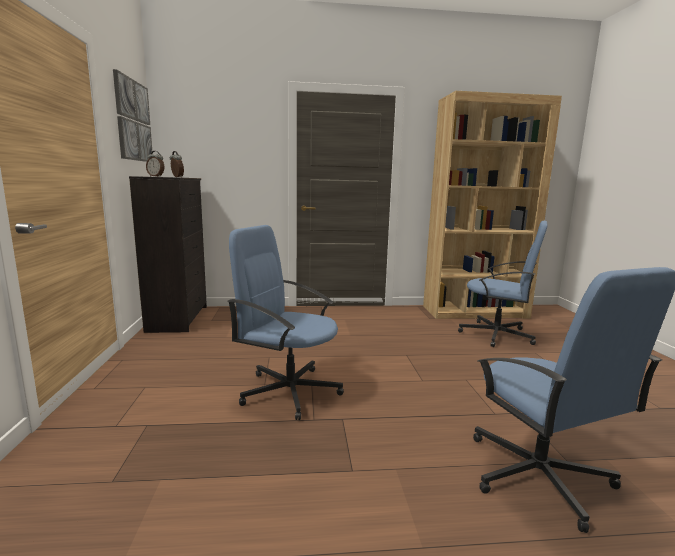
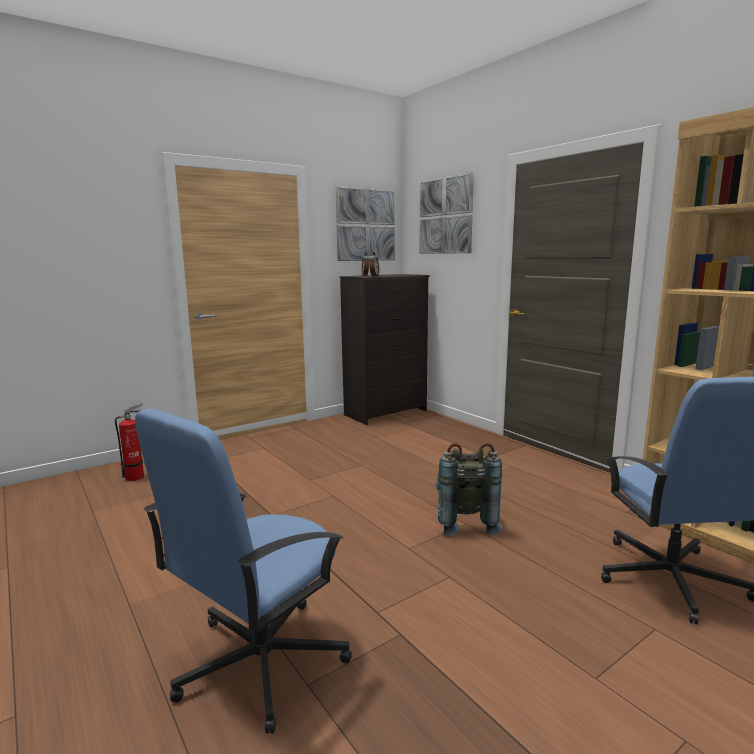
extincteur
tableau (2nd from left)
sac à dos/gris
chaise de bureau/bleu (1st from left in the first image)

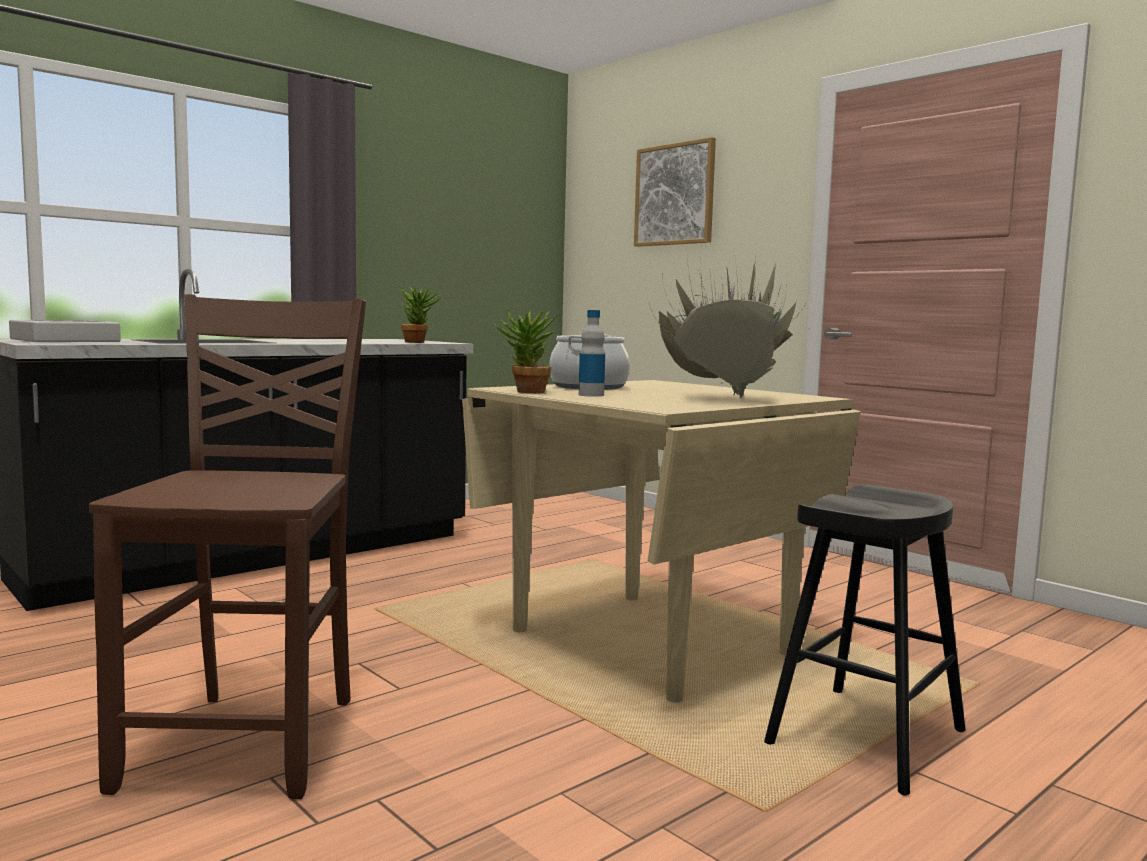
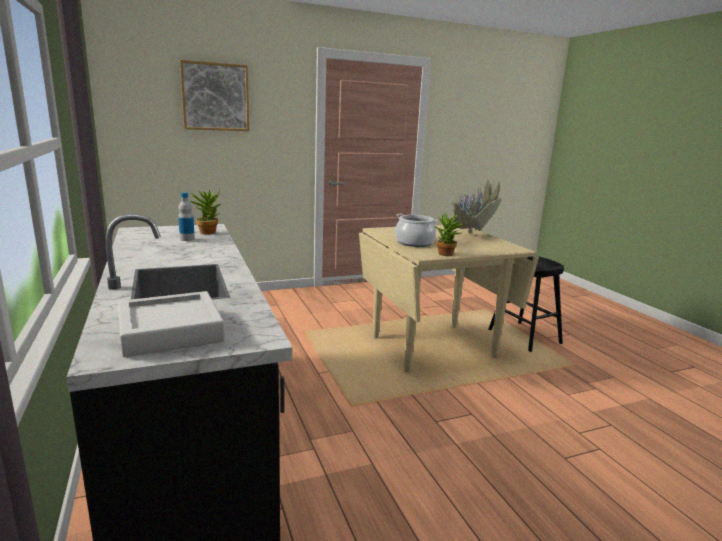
bouteille
chaise/marron

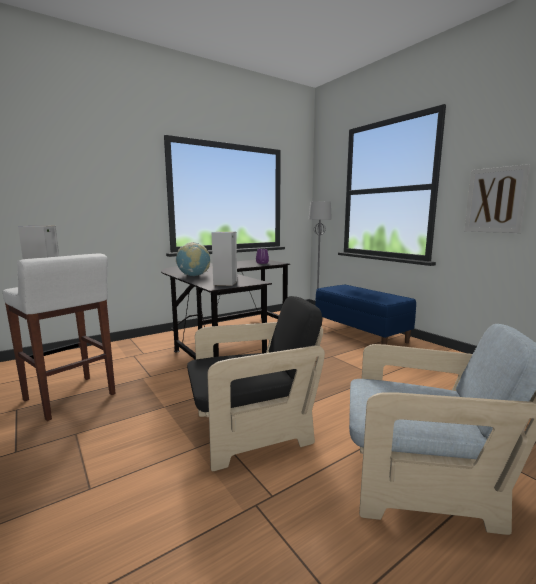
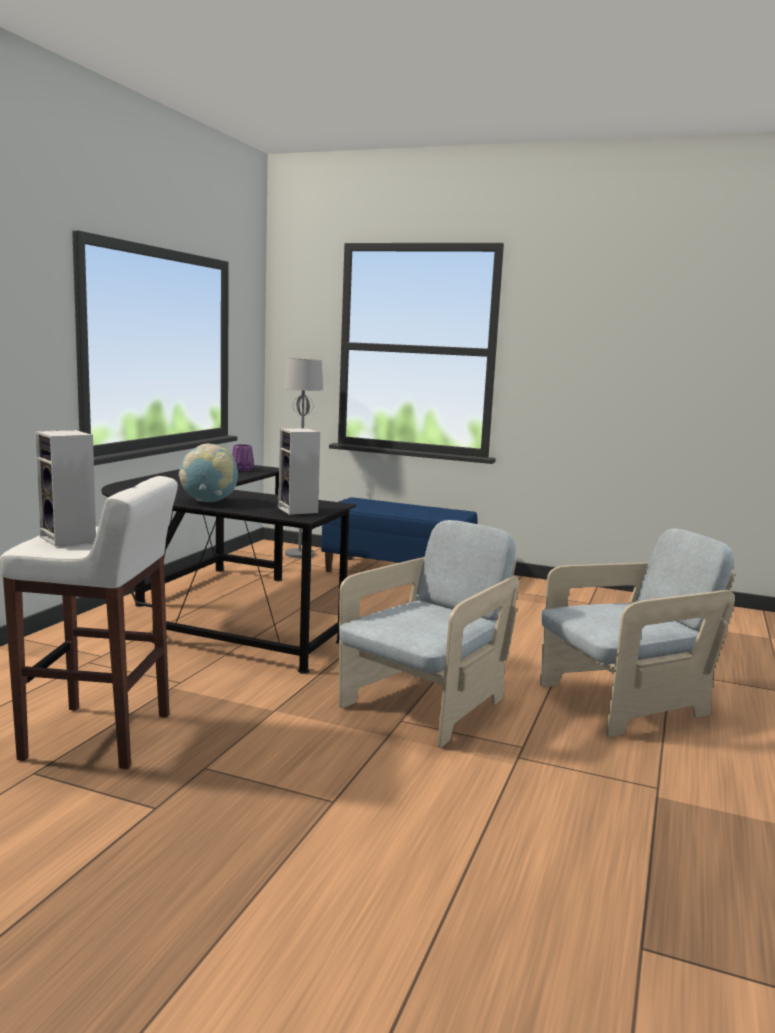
fauteuil/beige (1st from left)
tableau

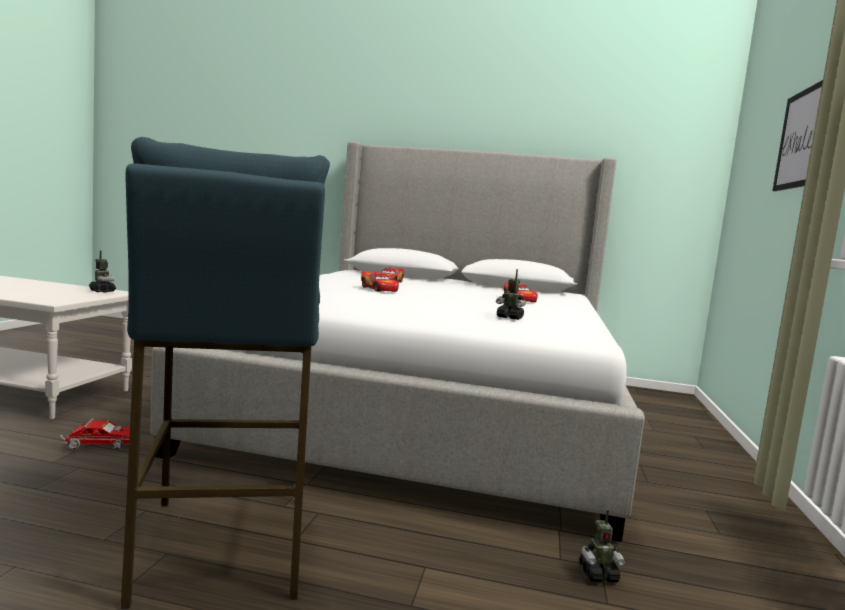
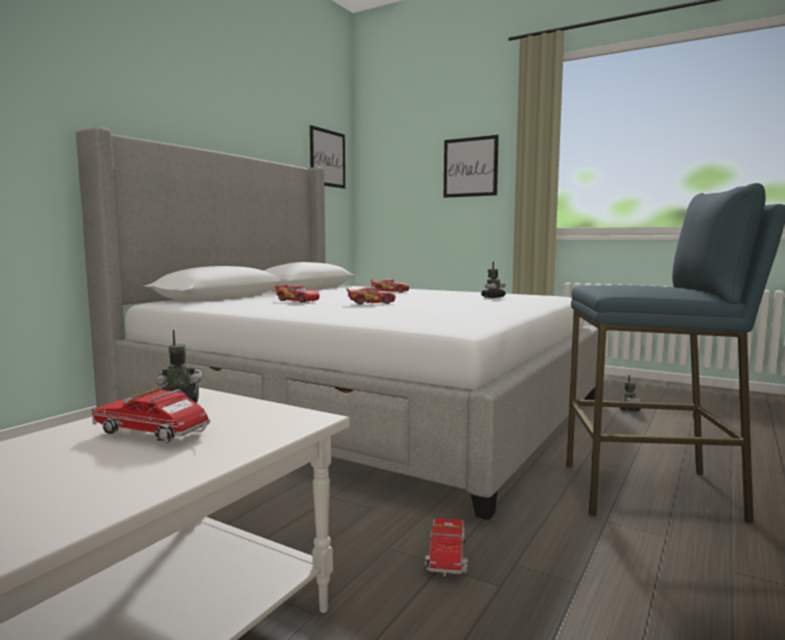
camion jouet (1st from left)
tableau (1st from left)

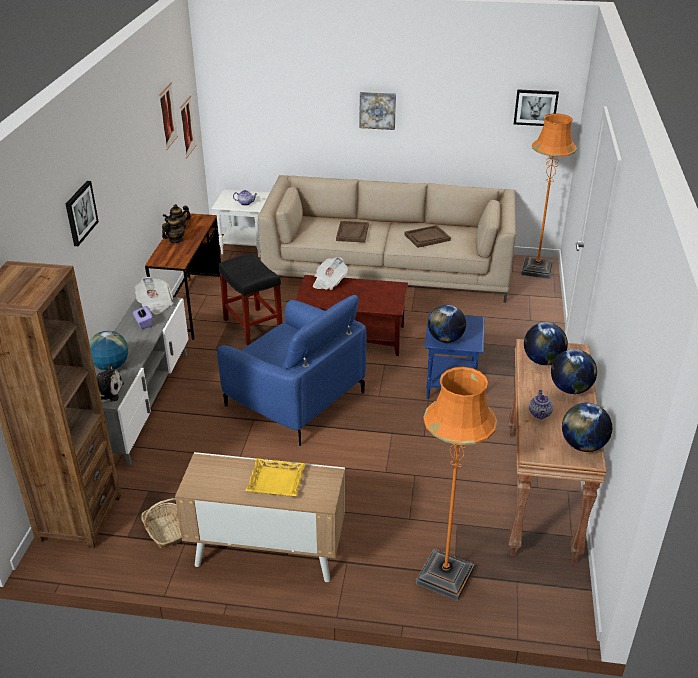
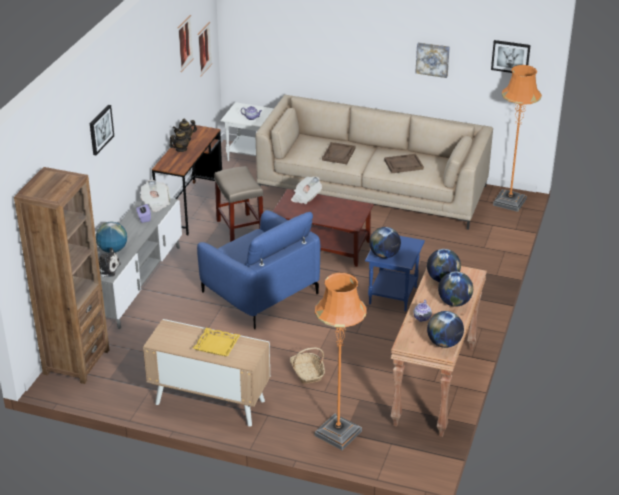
tabouret/beige
panier
tableau (4th from left)

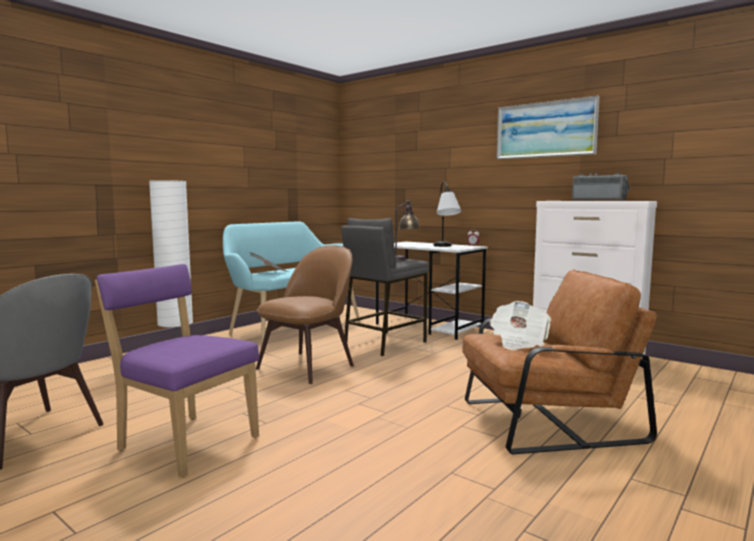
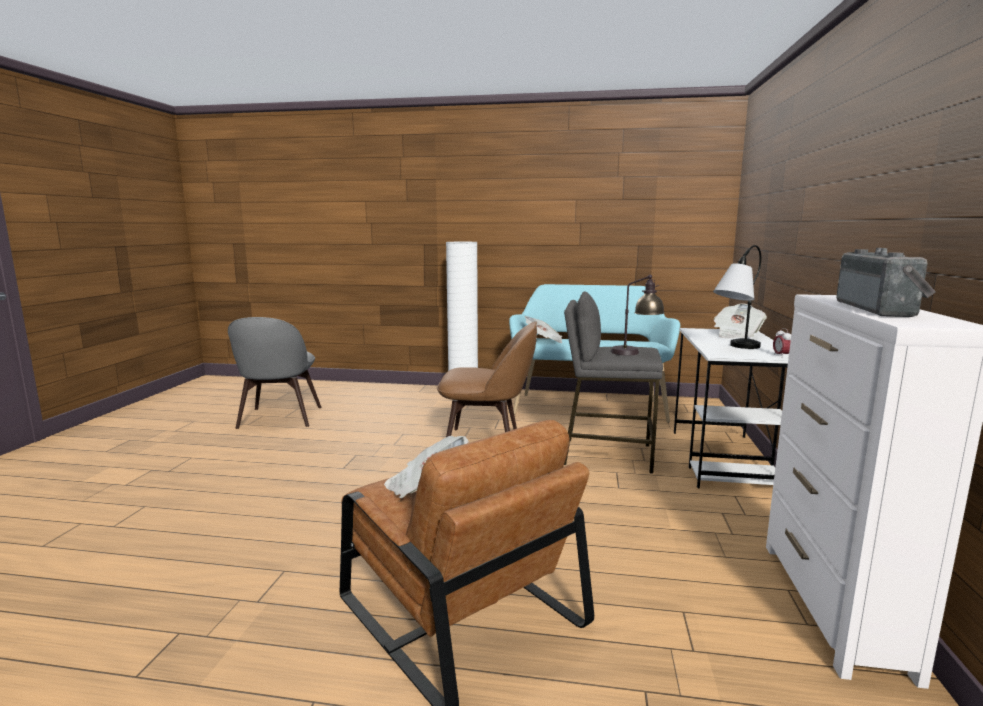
journal (3rd from left)
chaise/violet
tableau

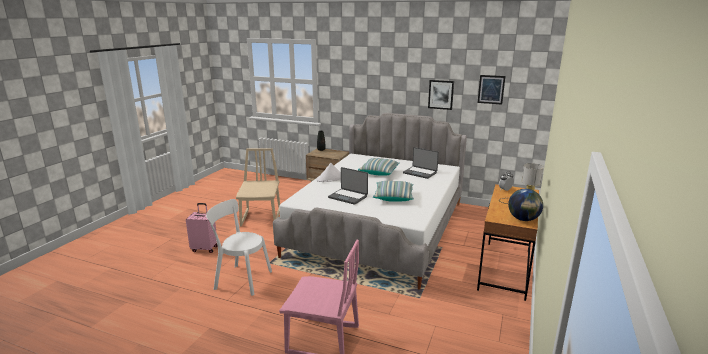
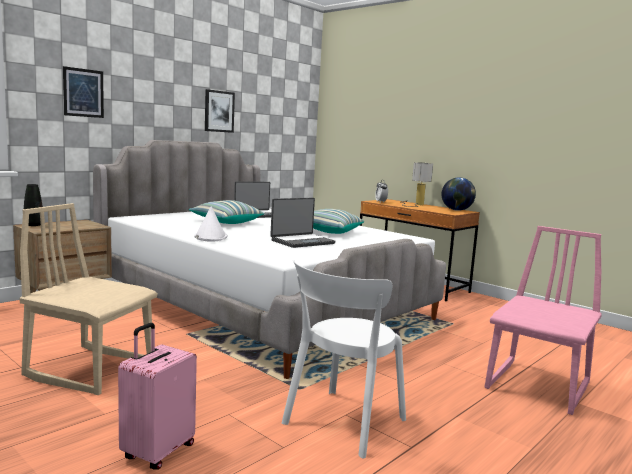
tableau (1st from left)

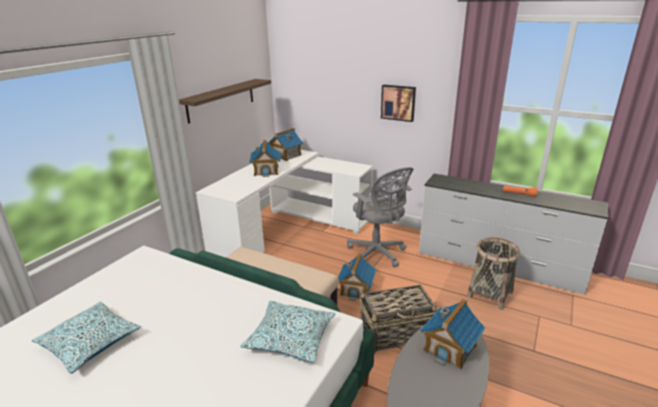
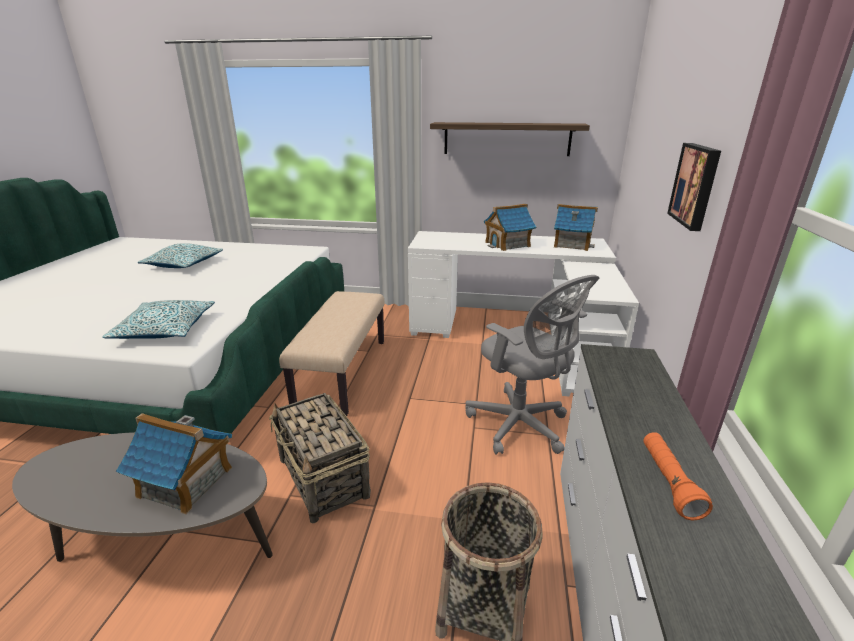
chaise de bureau/gris
maison miniature (3rd from left in the first image)

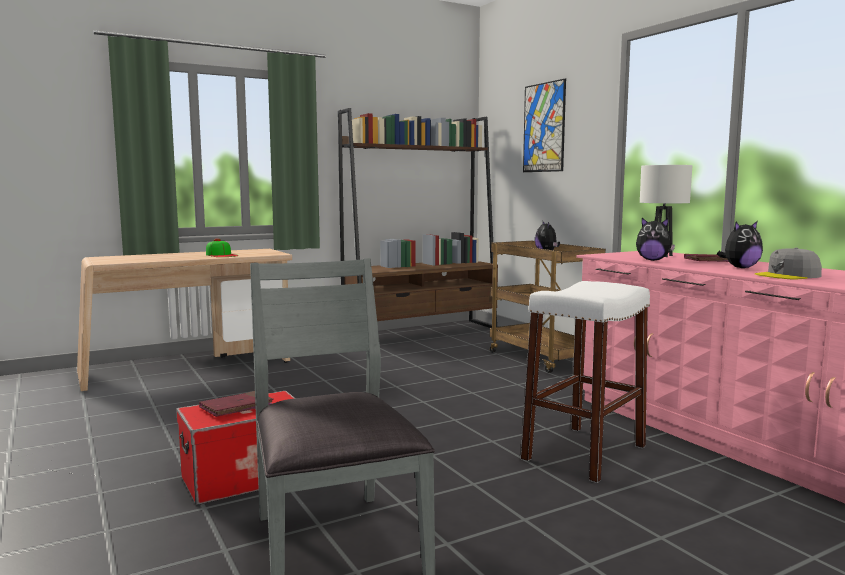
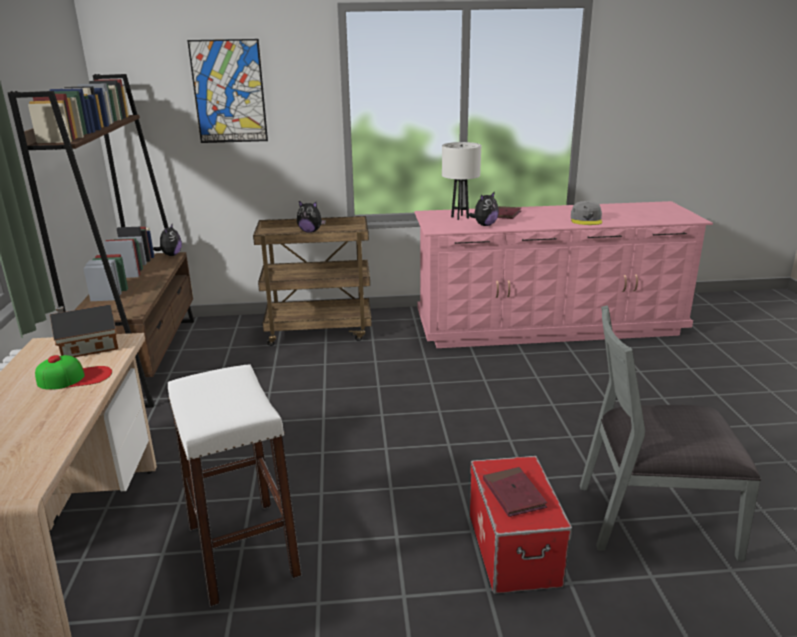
maison miniature
peluche (1st from left)
tabouret/blanc

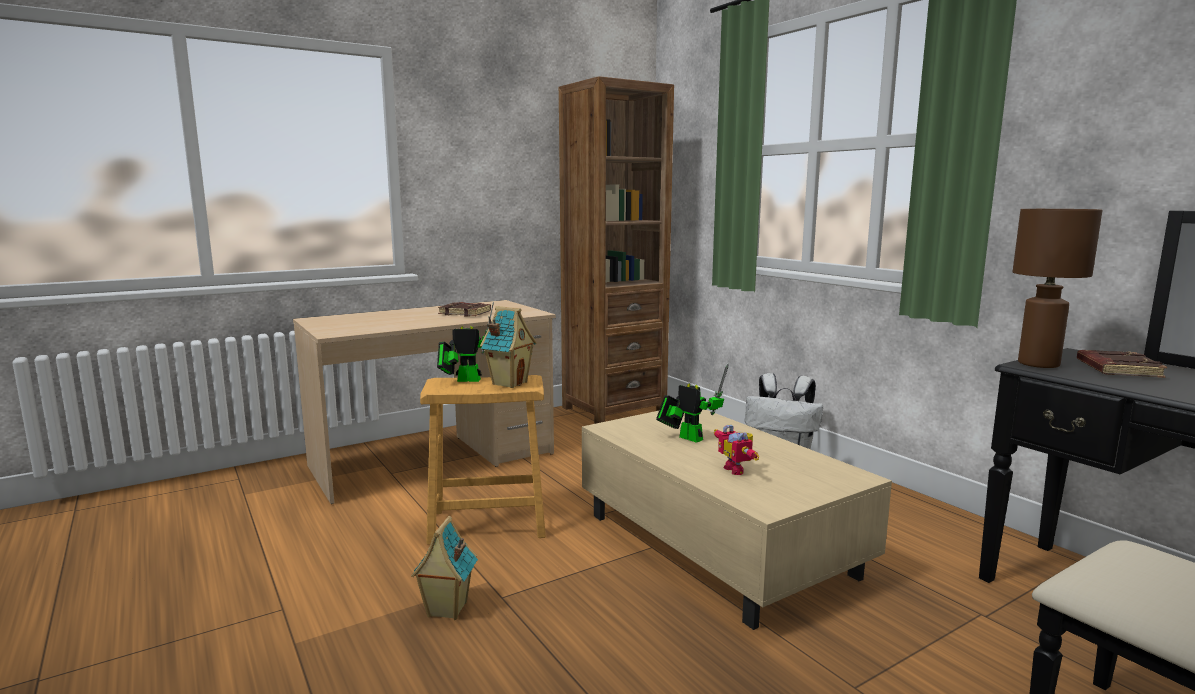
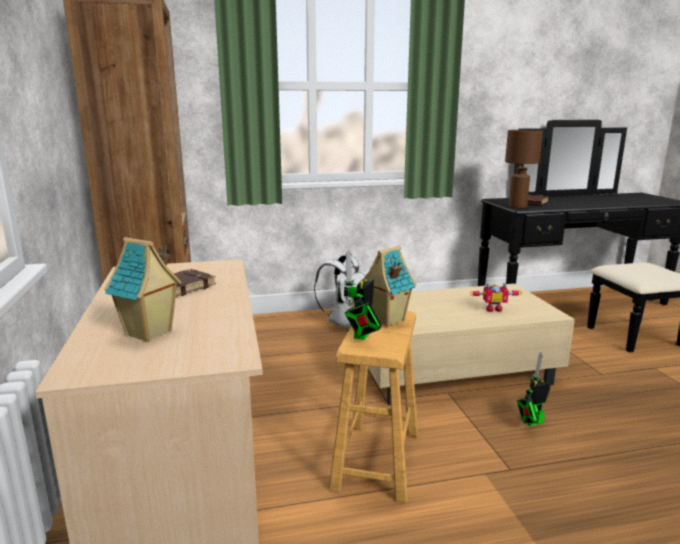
maison miniature (1st from left)
robot jouet (3rd from left)

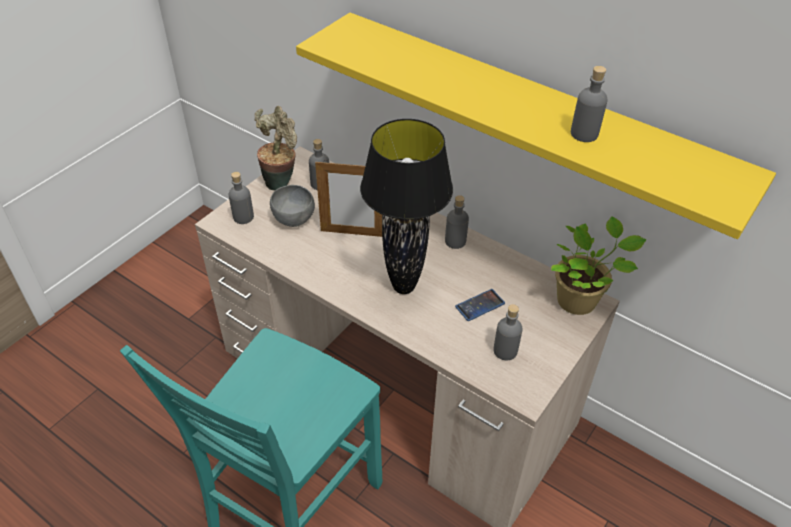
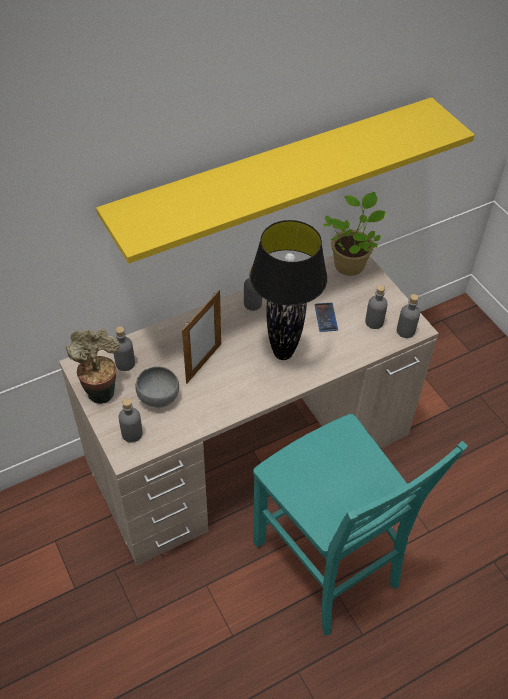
bouteille/gris (5th from left)

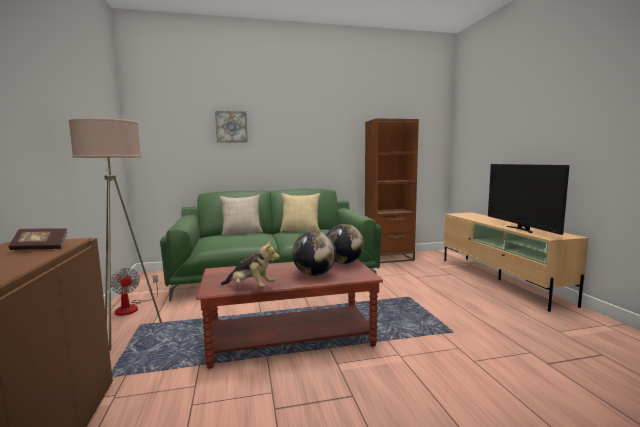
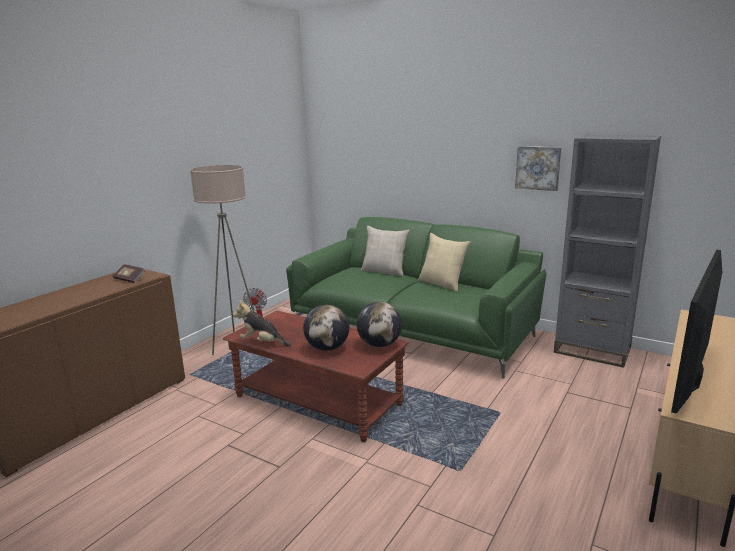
peluche
tableau
bibliothèque/gris

